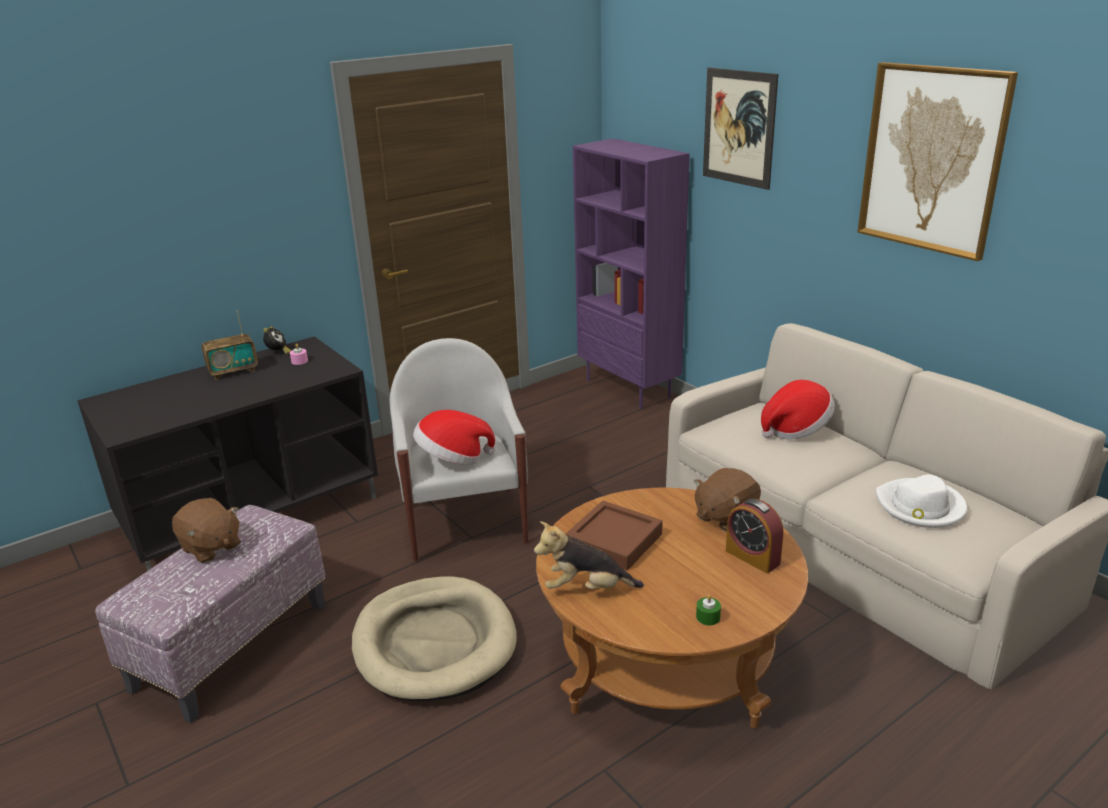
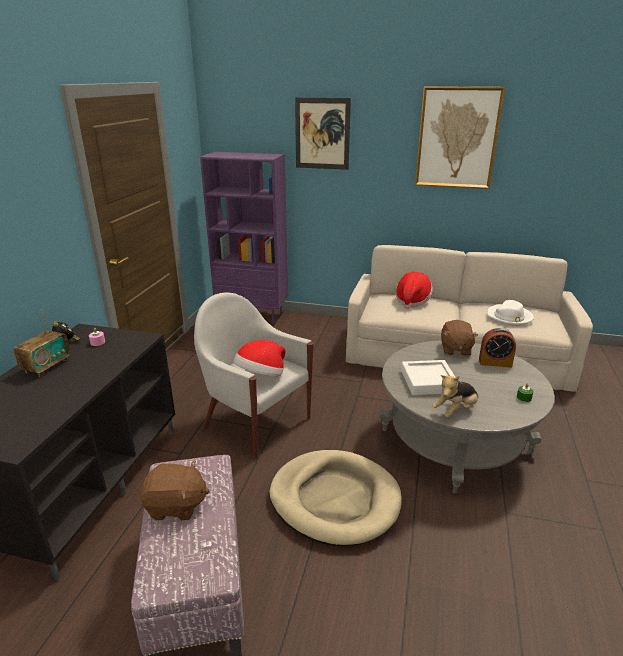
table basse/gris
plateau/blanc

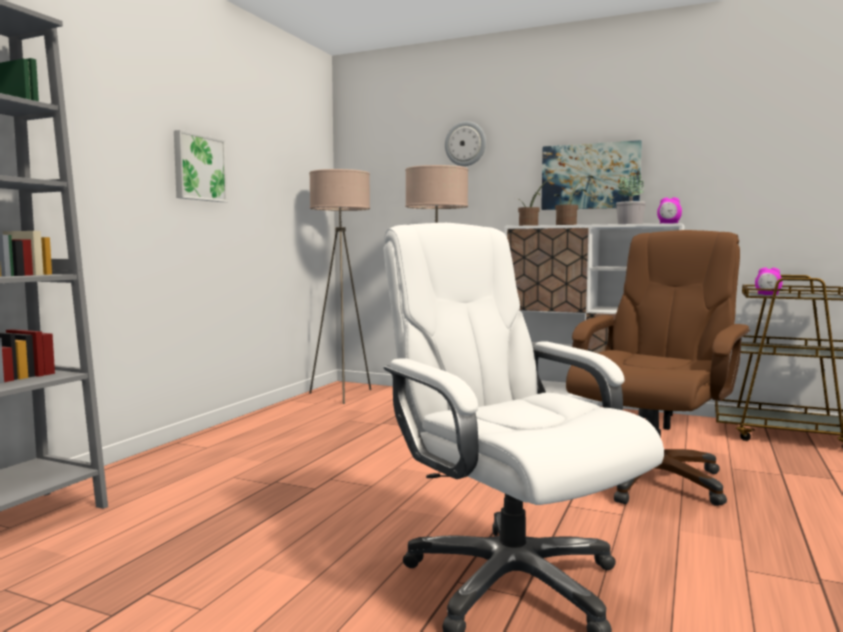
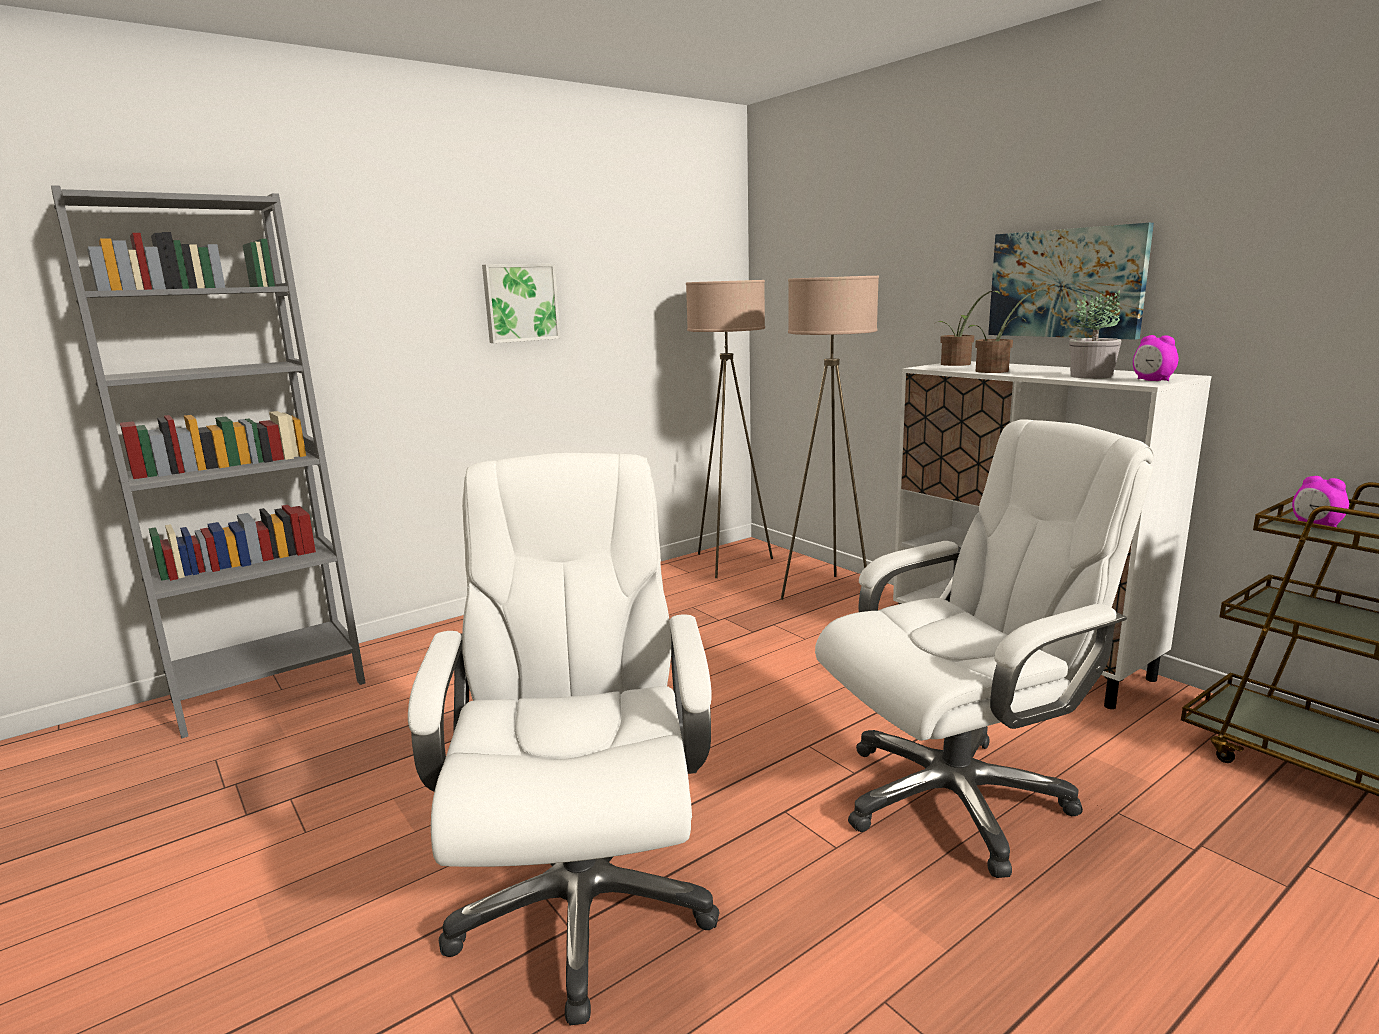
chaise de bureau/blanc (2nd from left)
horloge murale

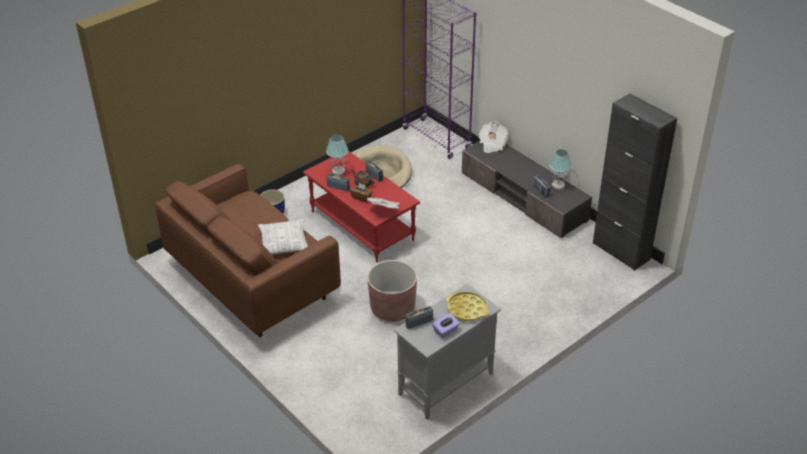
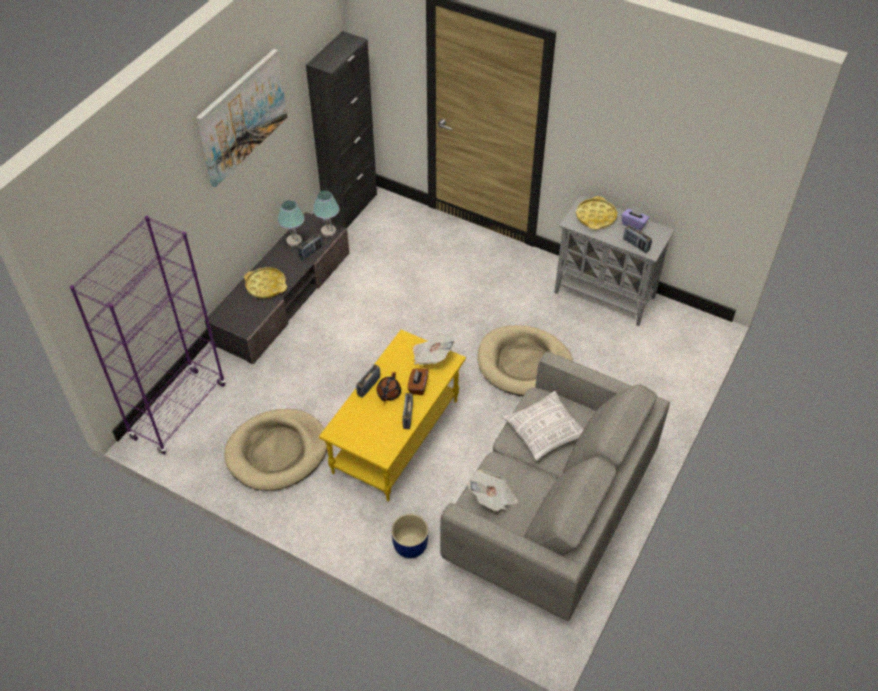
tableau
plateau/jaune (1st from left)
lampe de table (2nd from left)
table basse/jaune
canapé/gris
journal (2nd from left)
panier pour chien/beige (2nd from left)

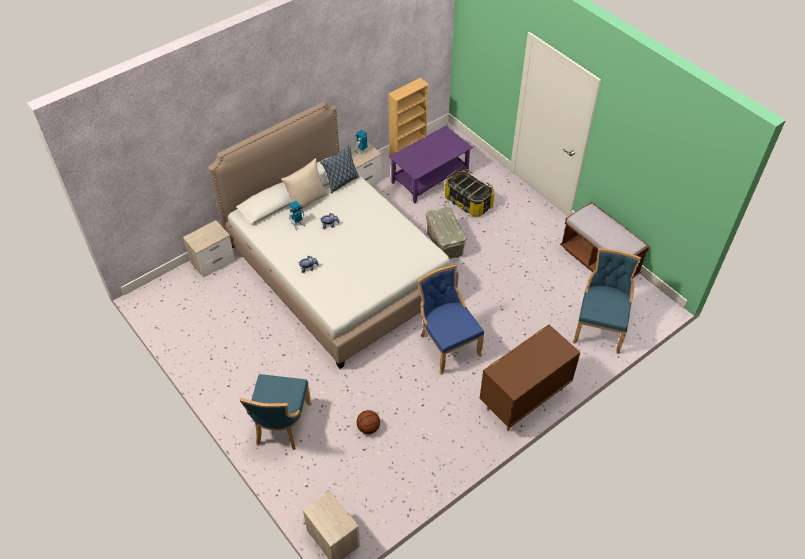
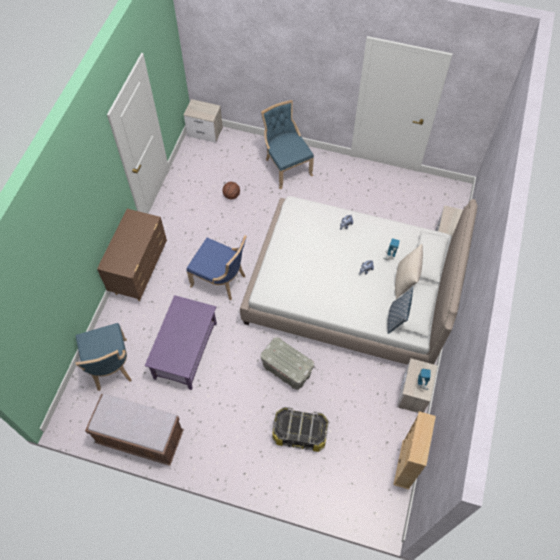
table basse/violet

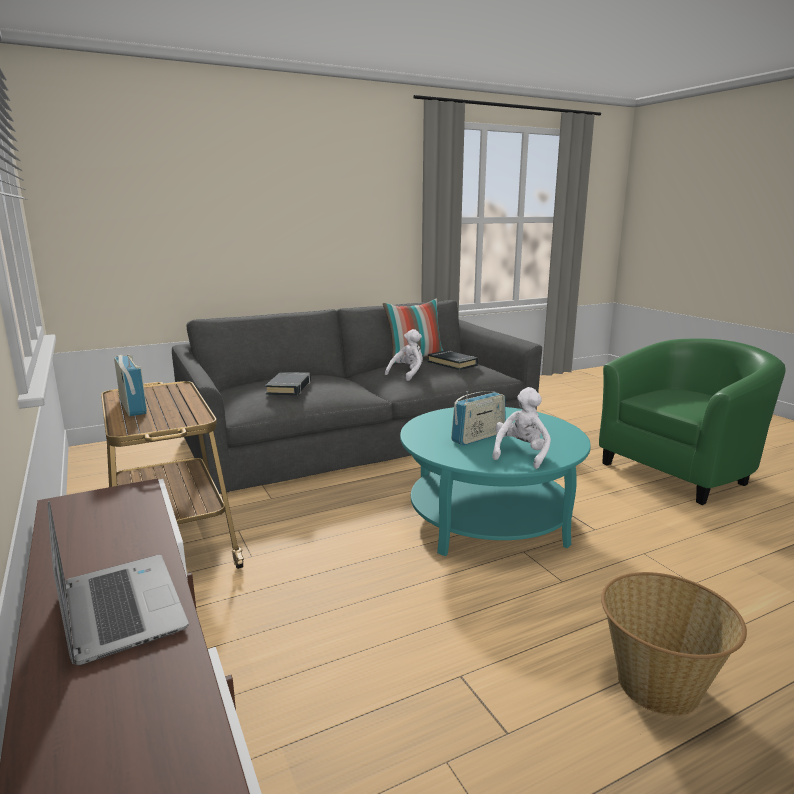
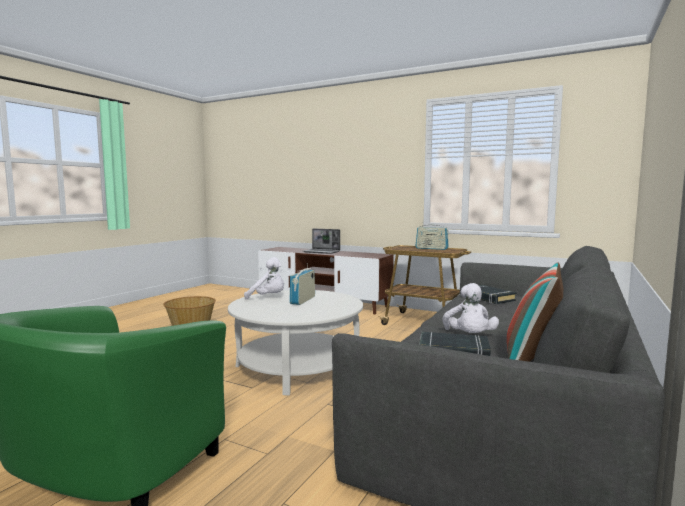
table basse/blanc
peluche/blanc (1st from left)

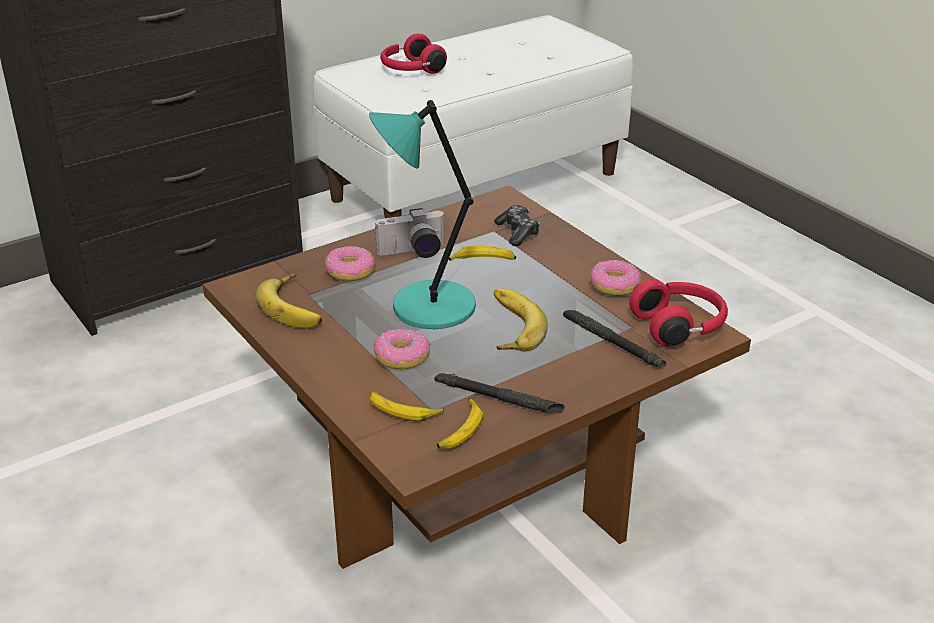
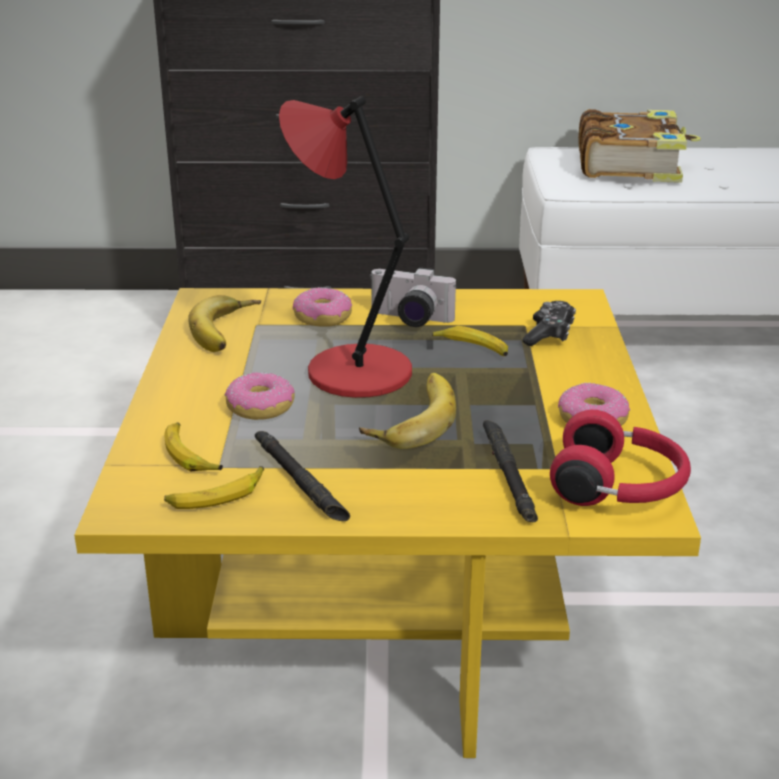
table basse/jaune
lampe de table/rouge
livre

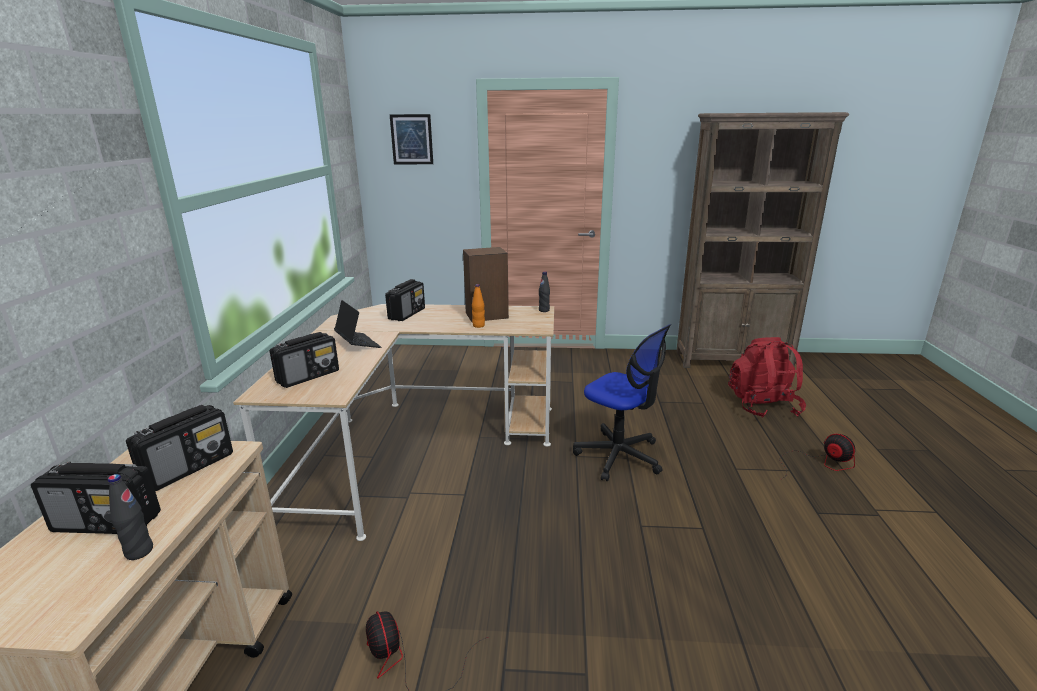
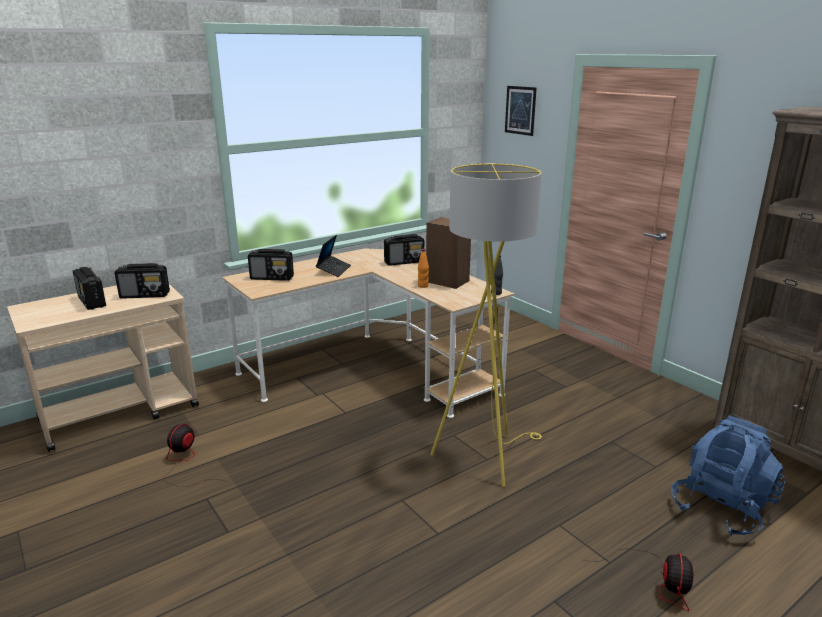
lampadaire/jaune
sac à dos/bleu
bouteille/noir (1st from left in the first image)

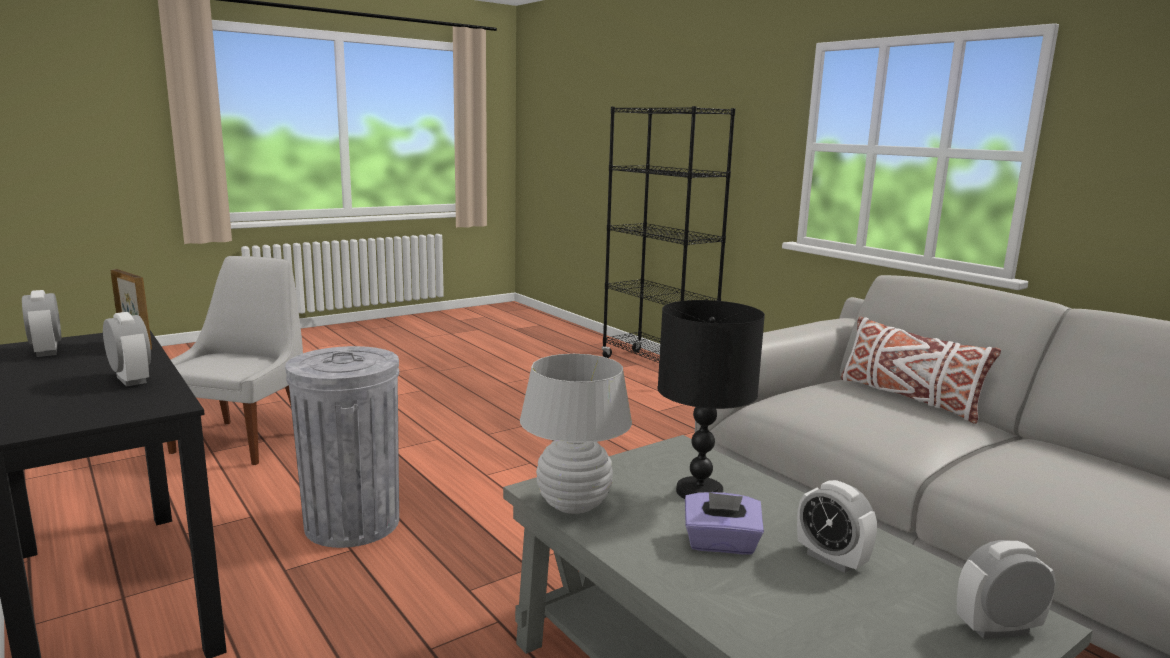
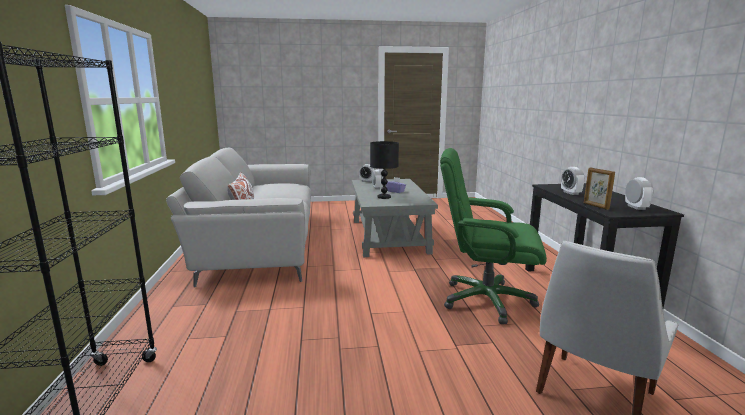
chaise de bureau/vert
lampe de table/blanc

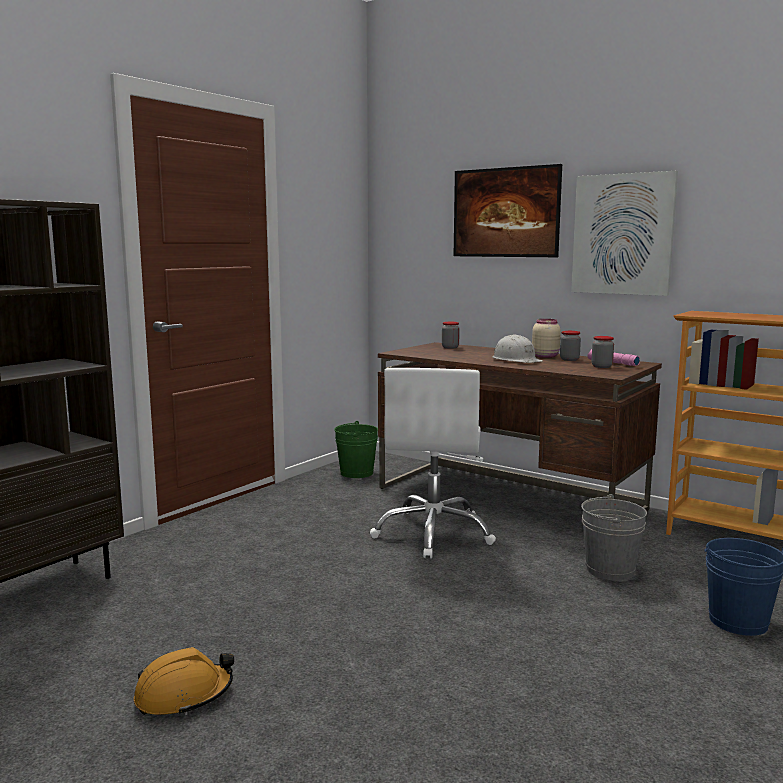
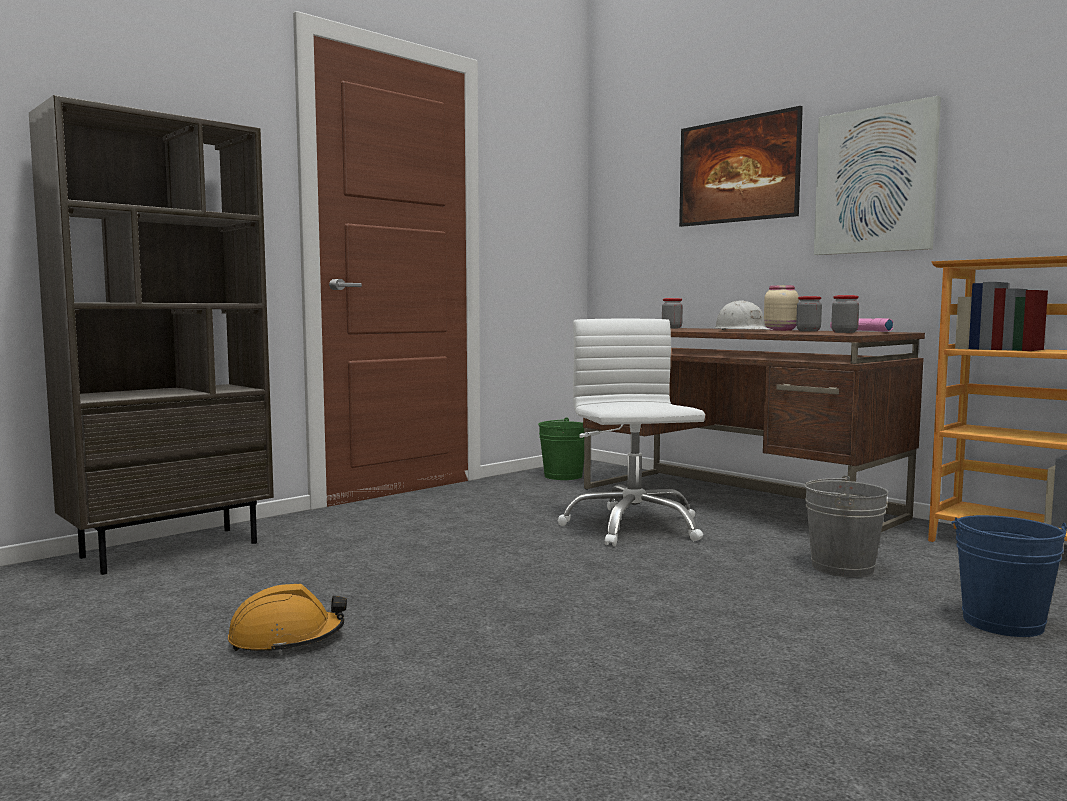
chaise de bureau/blanc

